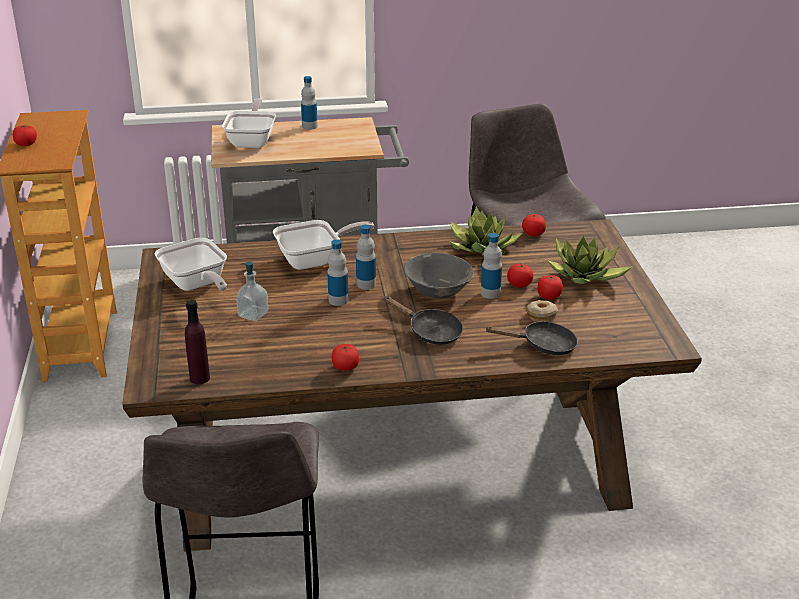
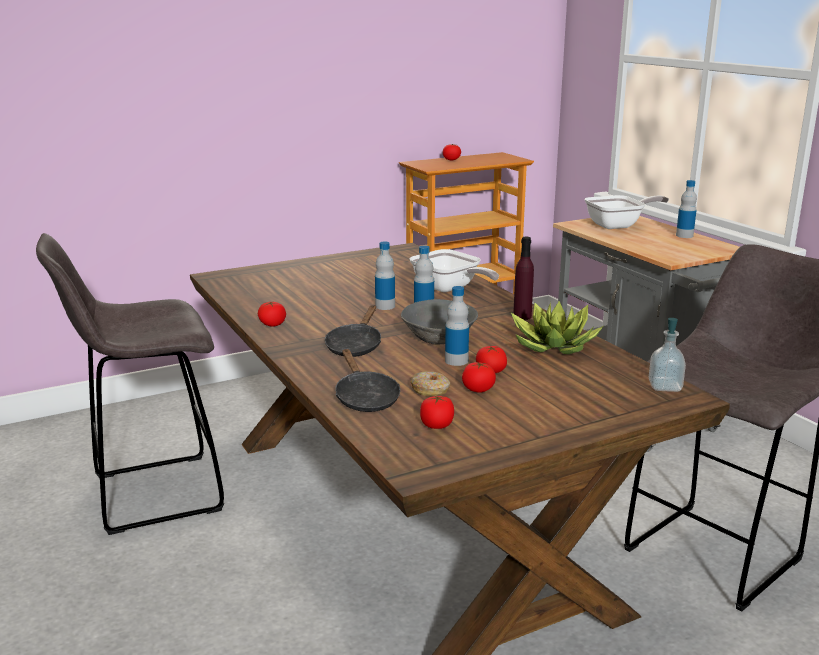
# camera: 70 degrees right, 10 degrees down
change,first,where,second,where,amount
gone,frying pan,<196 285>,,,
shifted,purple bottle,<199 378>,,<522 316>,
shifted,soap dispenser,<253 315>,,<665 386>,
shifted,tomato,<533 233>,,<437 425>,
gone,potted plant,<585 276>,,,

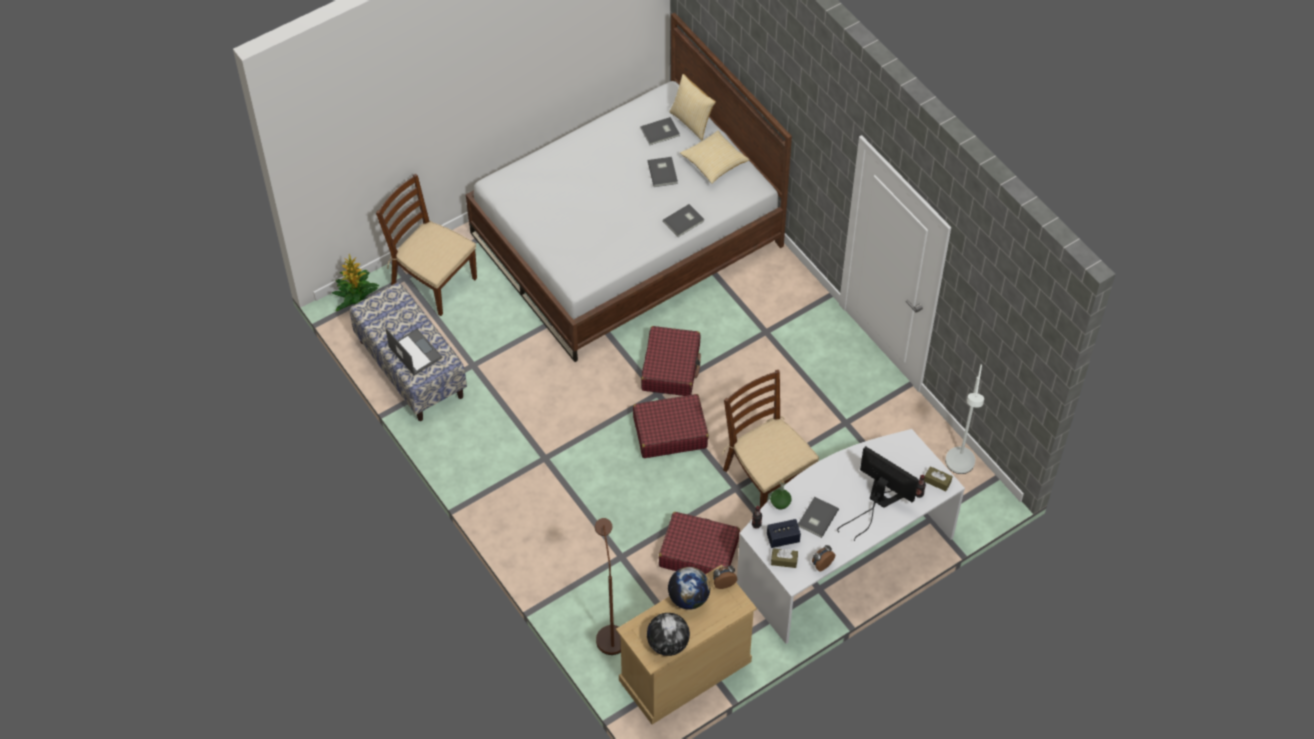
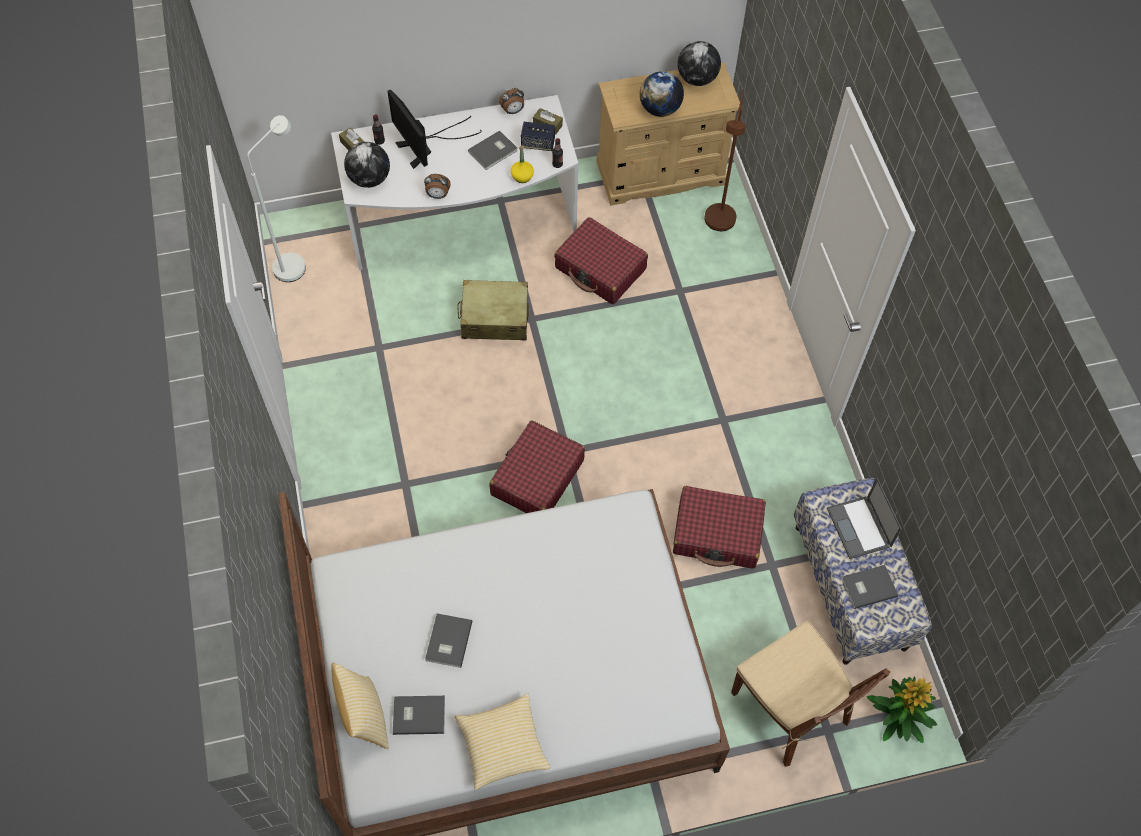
# camera: 160 degrees left, 5 degrees up
change,first,where,second,where,amount
shifted,red suitcase,<669 432>,,<717 533>,
shifted,grey book,<684 221>,,<867 586>,
shifted,pillow,<714 163>,,<502 746>,
shifted,alarm clock,<723 582>,,<438 195>,
swapped,brown chair,<766 478>,beige suitcase,<494 318>,
repainted,green bottle,<780 502>,yellow bottle,<522 176>,
new,,,globe,<369 179>,

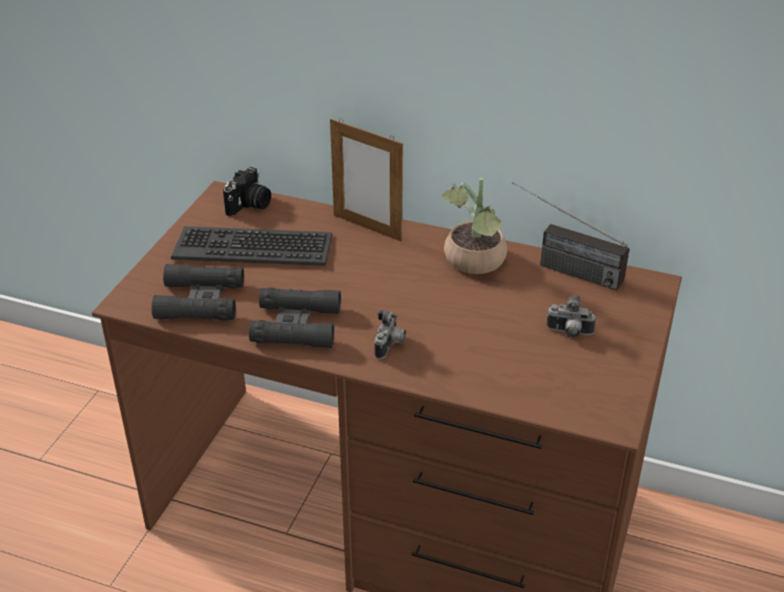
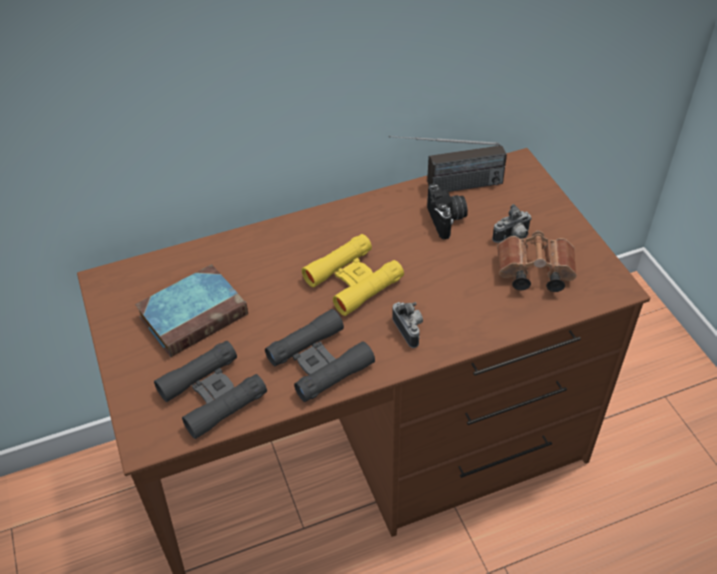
# camera: 40 degrees left, 10 degrees up
change,first,where,second,where,amount
swapped,keyboard,<253 247>,book,<195 314>,
shifted,photo camera,<250 205>,,<447 220>,
gone,picture frame,<367 228>,,,
gone,potted plant,<473 264>,,,
new,,,yellow binoculars,<353 280>,
new,,,brown binoculars,<532 273>,

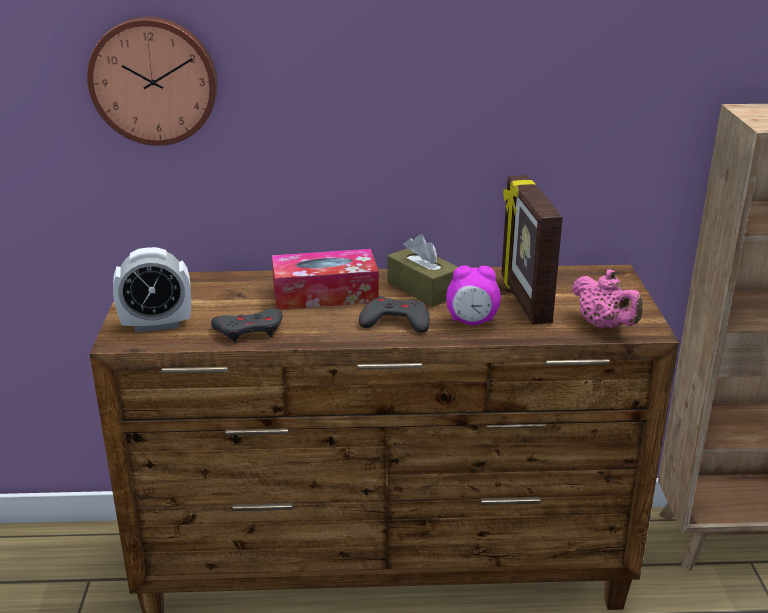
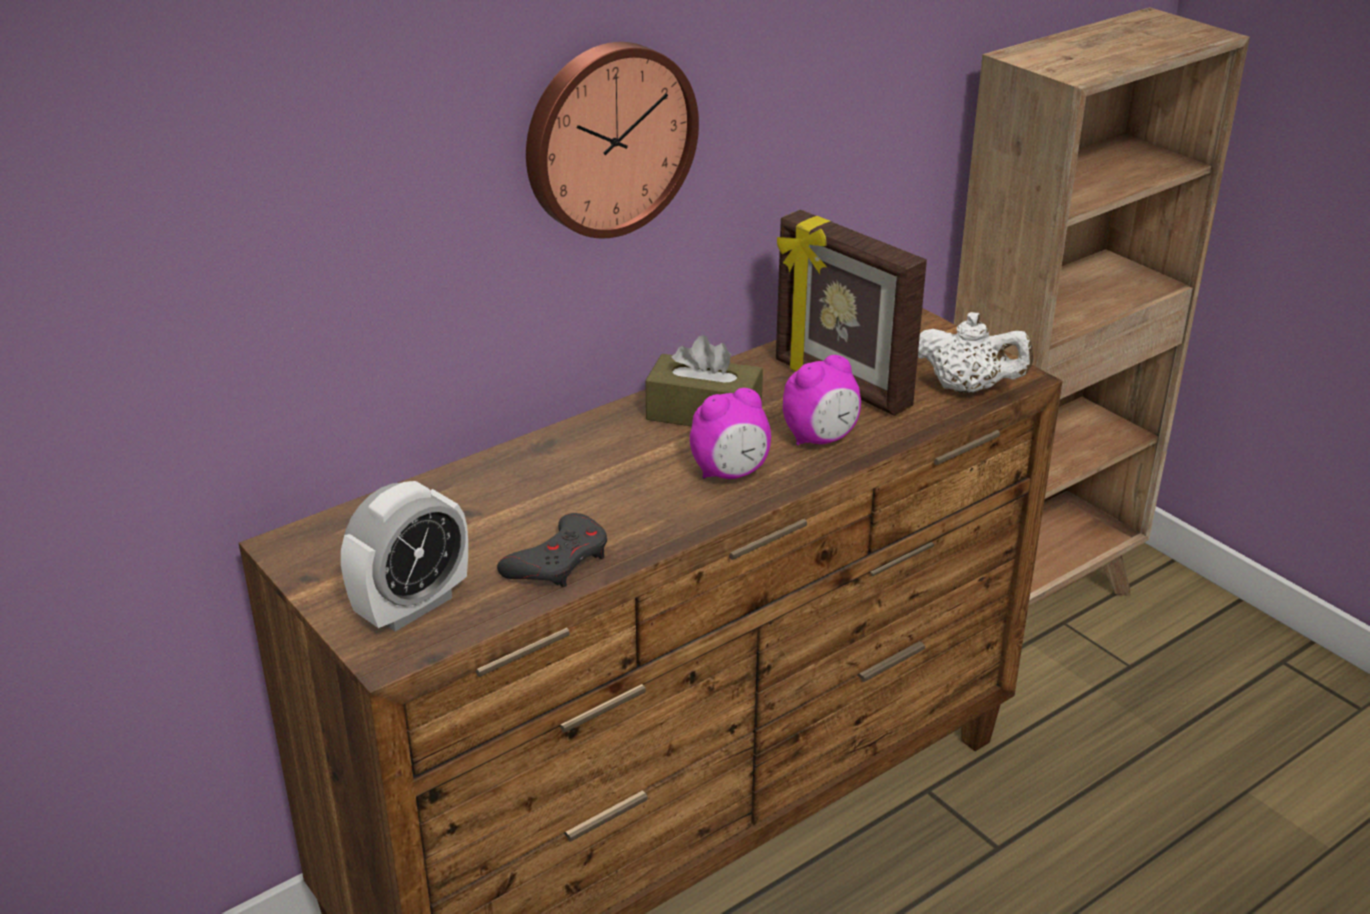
# camera: 35 degrees left, 5 degrees up
change,first,where,second,where,amount
shifted,wall clock,<154 80>,,<607 138>,
gone,tissue box,<325 294>,,,
swapped,grey game controller,<395 321>,alarm clock,<730 473>,
repainted,pink teapot,<604 326>,white teapot,<967 388>,

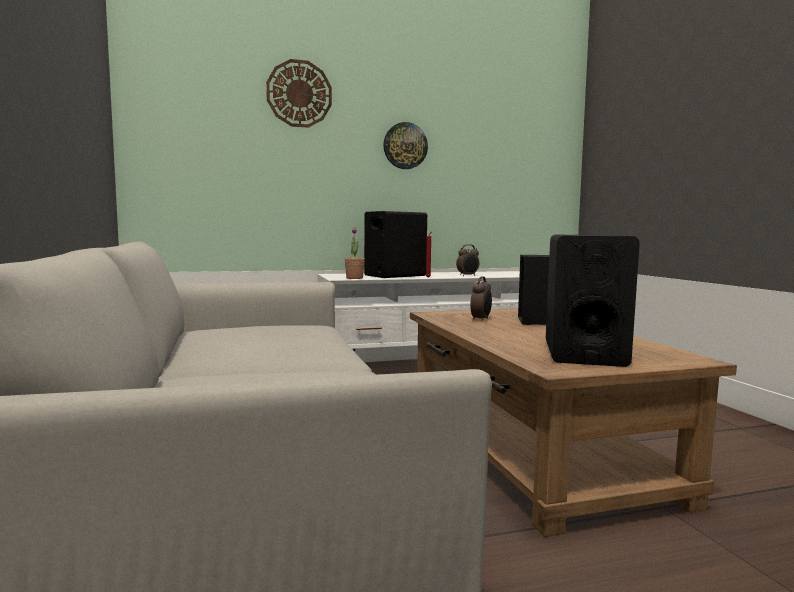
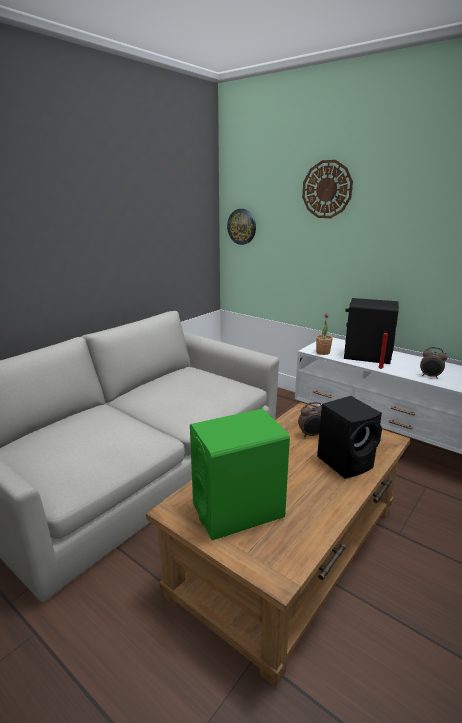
# camera: 55 degrees right, 15 degrees up
change,first,where,second,where,amount
shifted,wall clock,<405 146>,,<242 226>,
repainted,black speaker,<584 353>,green speaker,<238 510>,

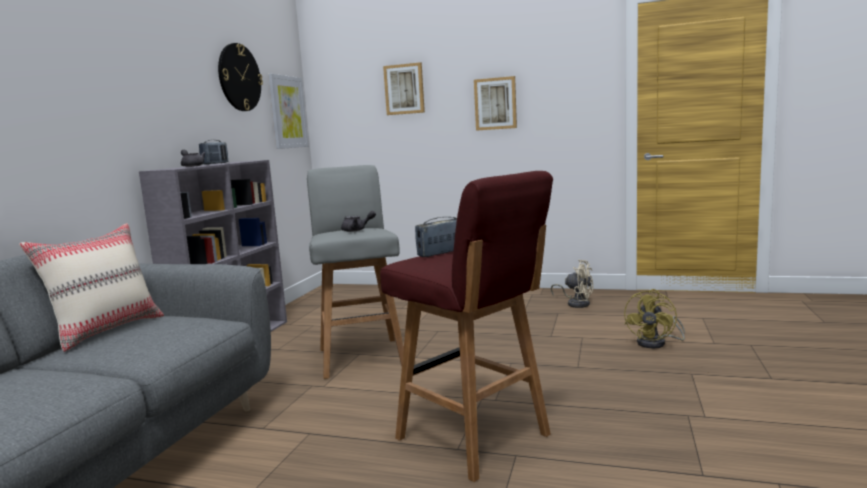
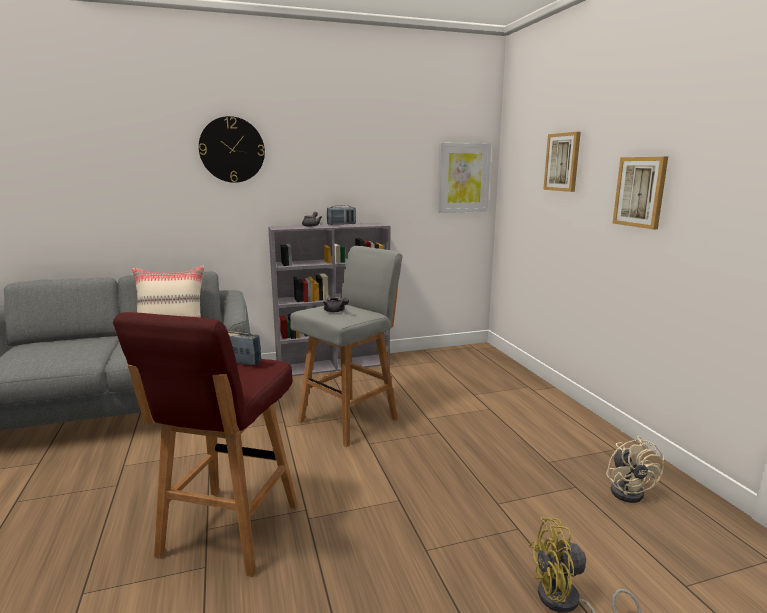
# camera: 55 degrees right, 5 degrees up
change,first,where,second,where,amount
shifted,wall clock,<239 77>,,<232 150>,

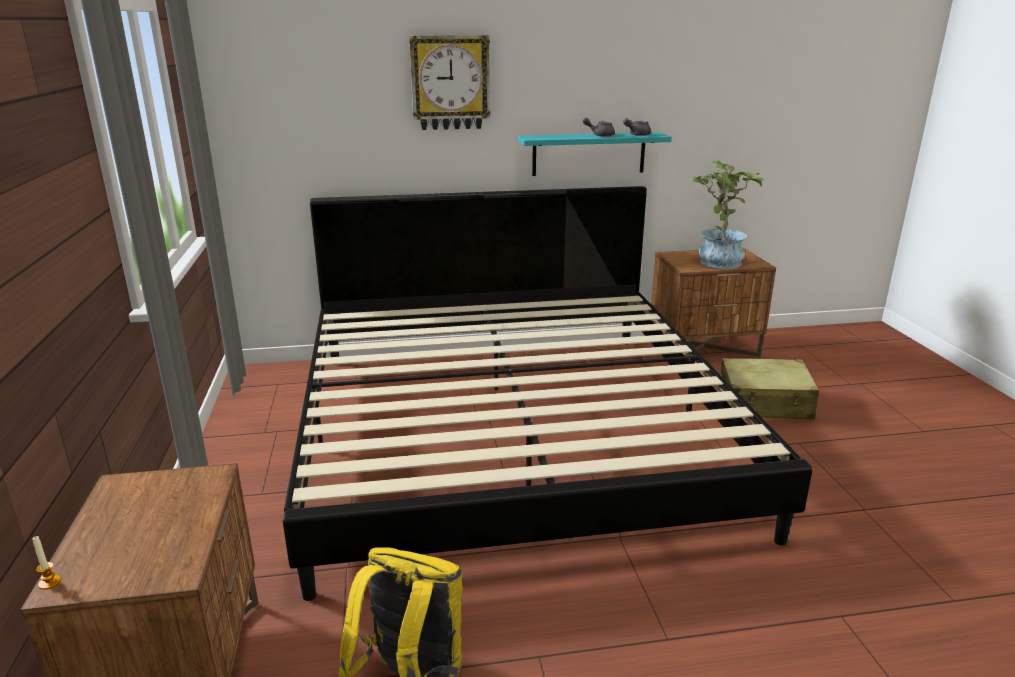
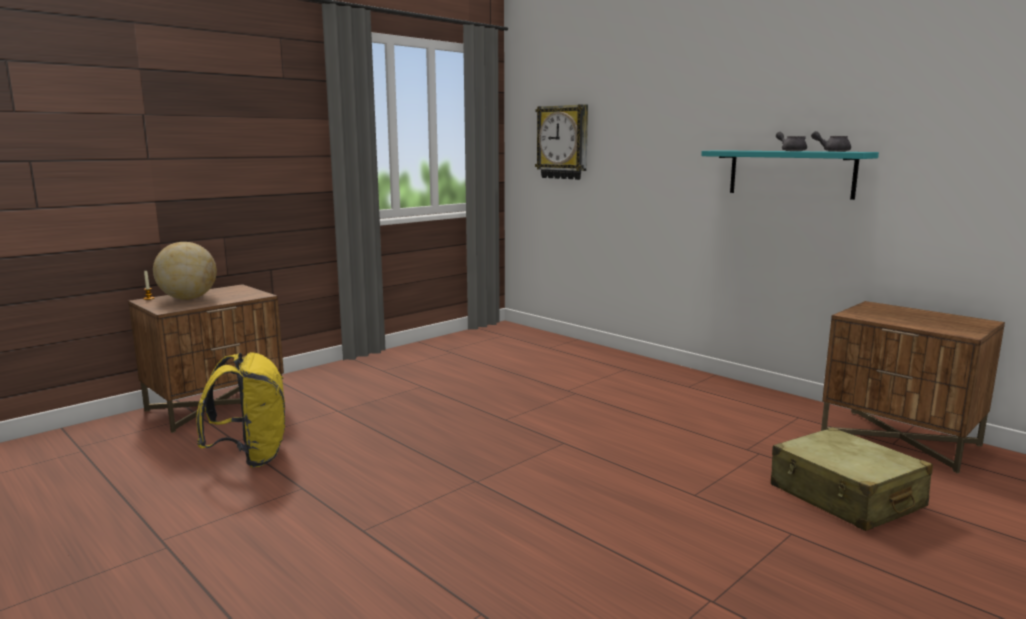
# camera: 55 degrees right, 10 degrees down
change,first,where,second,where,amount
gone,bed,<512 433>,,,
shifted,wall clock,<450 83>,,<563 142>,
gone,potted plant,<717 260>,,,
new,,,globe,<188 298>,

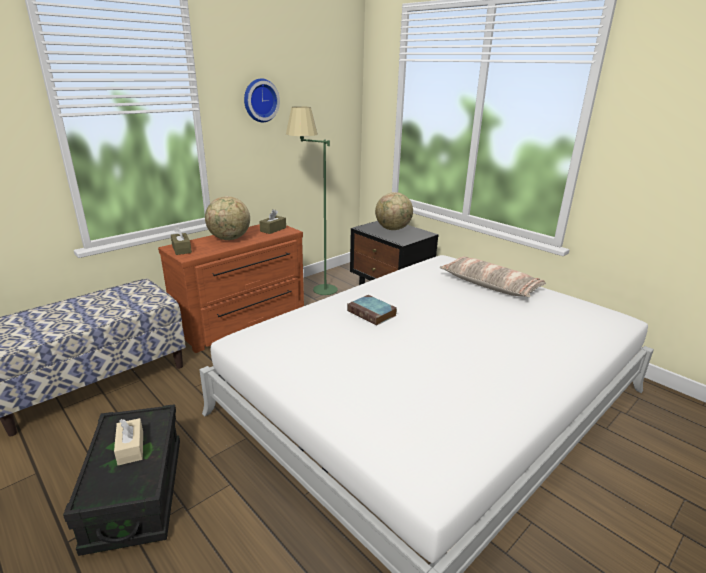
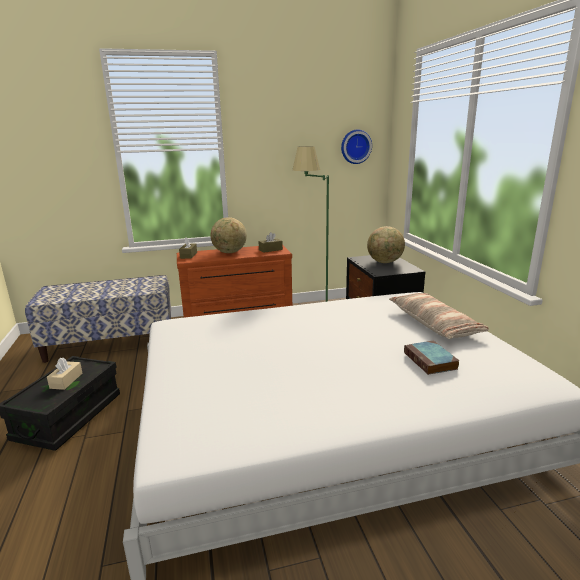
# camera: 30 degrees right, 5 degrees down
change,first,where,second,where,amount
shifted,wall clock,<260 100>,,<355 146>,
shifted,book,<372 313>,,<431 361>,

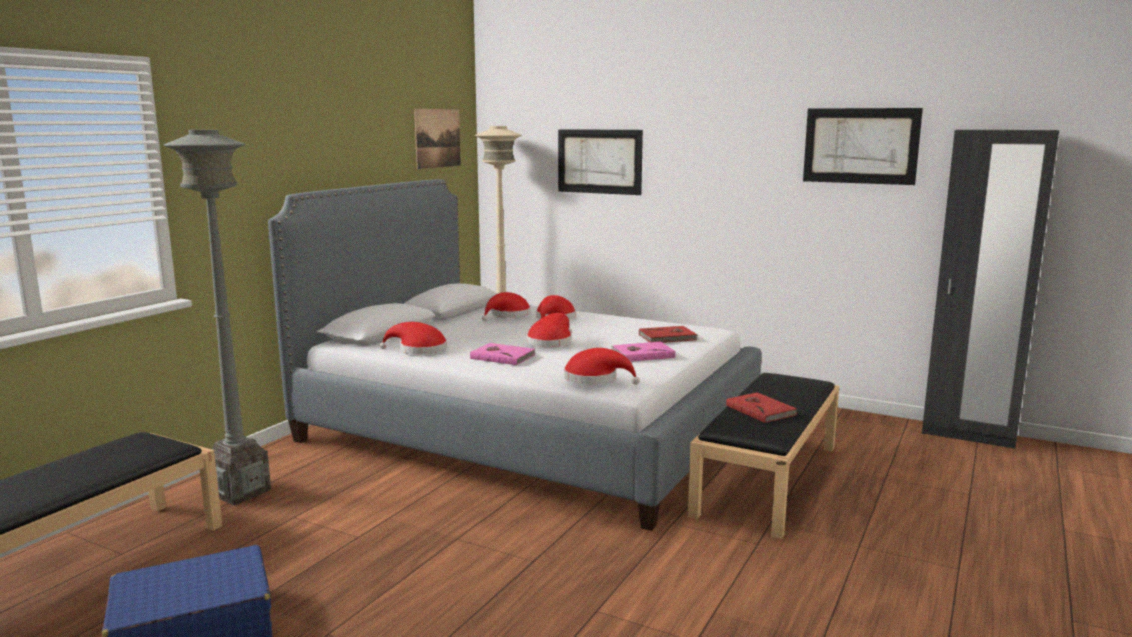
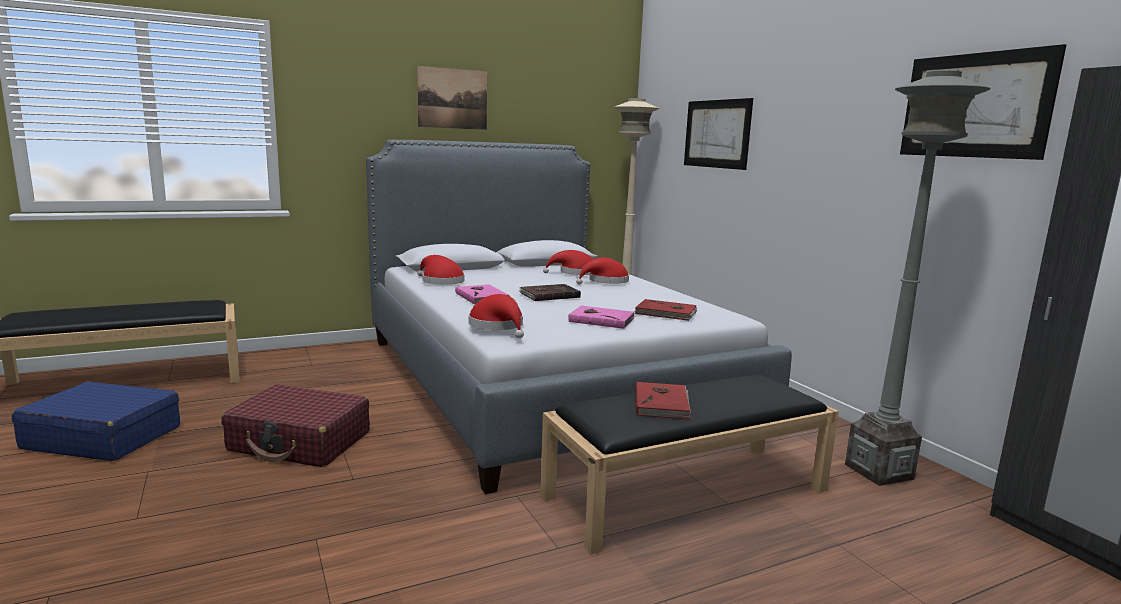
# camera: 35 degrees right, 0 degrees up
change,first,where,second,where,amount
shifted,grey floor lamp,<240 492>,,<879 471>,
shifted,picture,<437 138>,,<452 98>,
swapped,red hat,<551 342>,brown book,<549 295>,
new,,,red suitcase,<300 442>,

